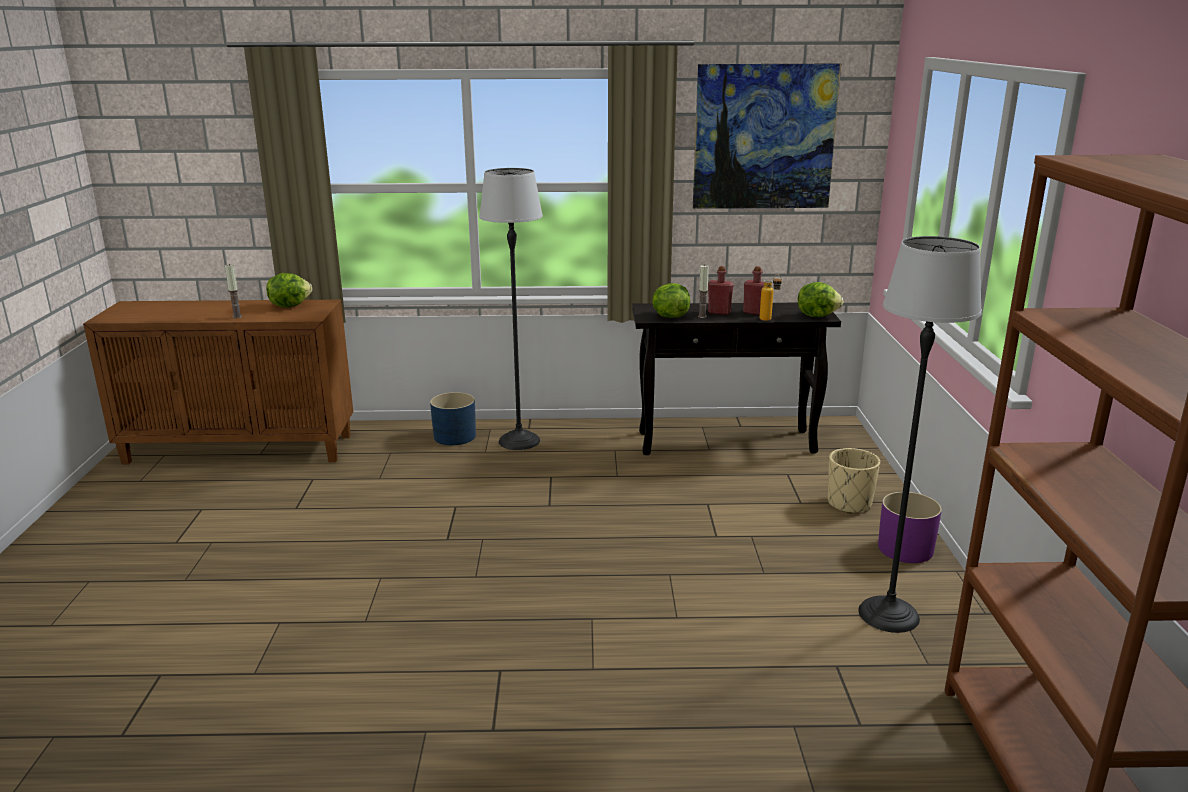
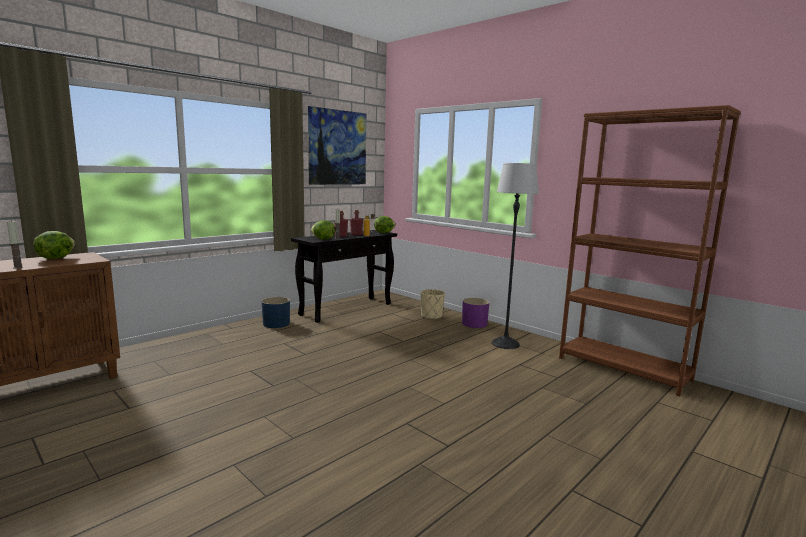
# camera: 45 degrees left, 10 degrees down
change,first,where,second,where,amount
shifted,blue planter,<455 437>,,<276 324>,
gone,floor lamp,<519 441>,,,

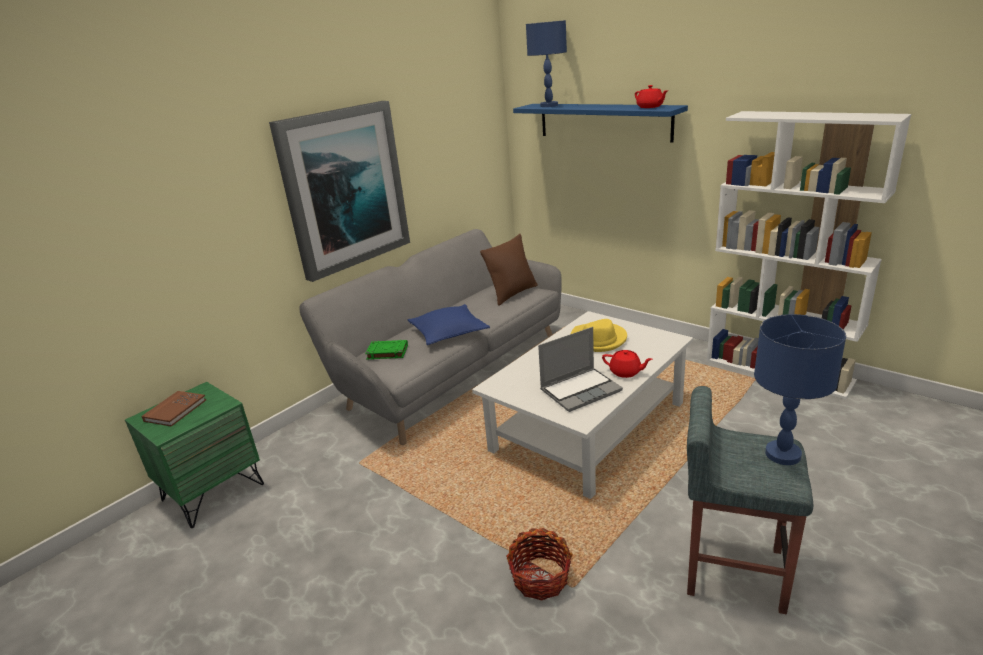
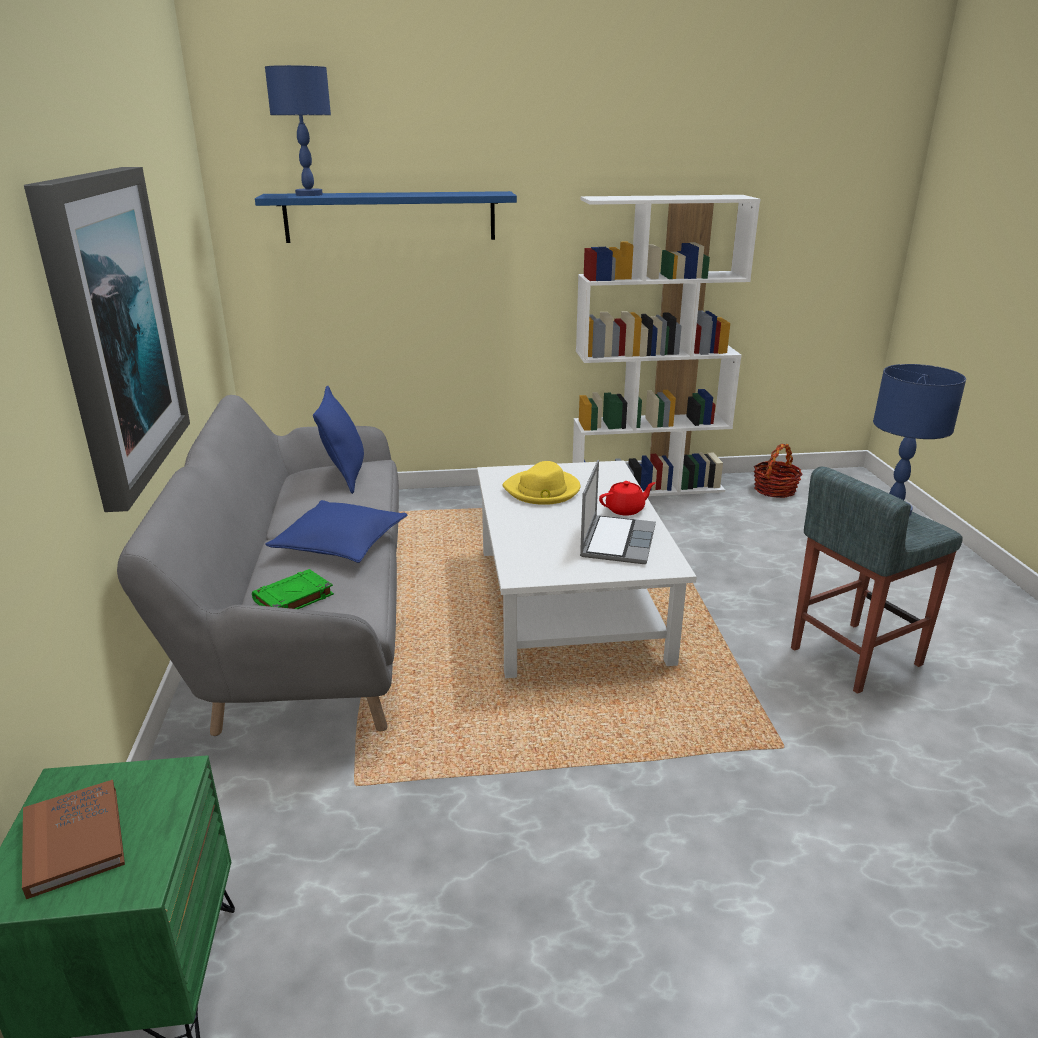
# camera: 50 degrees left, 0 degrees up
change,first,where,second,where,amount
repainted,brown pillow,<512 293>,blue pillow,<345 475>,
shifted,basket,<540 578>,,<774 490>,
gone,red teapot,<650 107>,,,

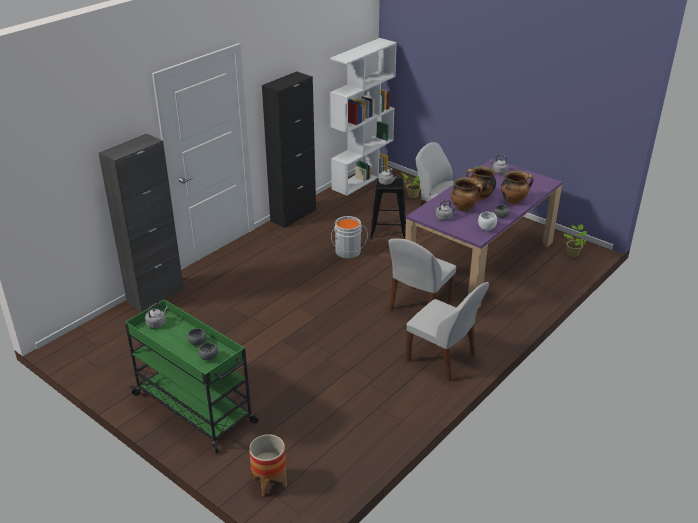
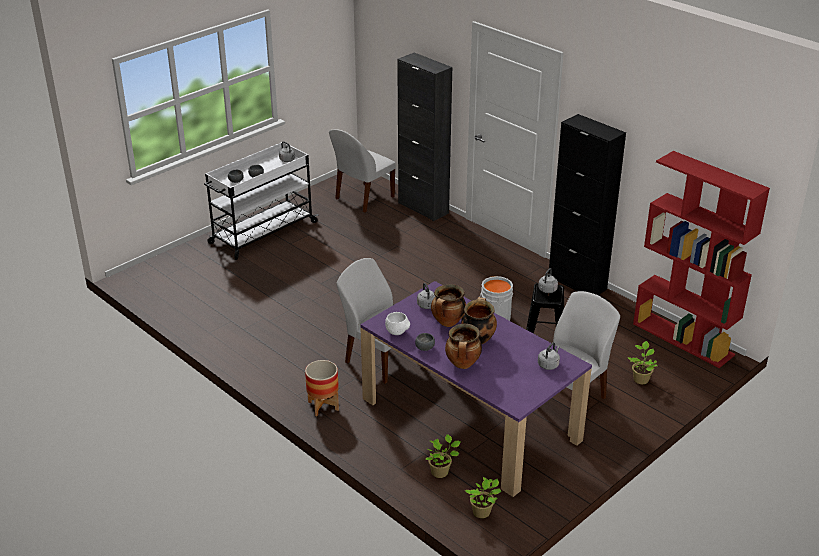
# camera: 95 degrees right, 0 degrees up
change,first,where,second,where,amount
repainted,green cart,<195 409>,white cart,<262 233>,
shifted,planter,<269 482>,,<323 406>,
repainted,white bookcase,<362 179>,red bookcase,<683 339>,
shifted,white chair,<442 359>,,<363 198>,
new,,,potted plant,<441 472>,

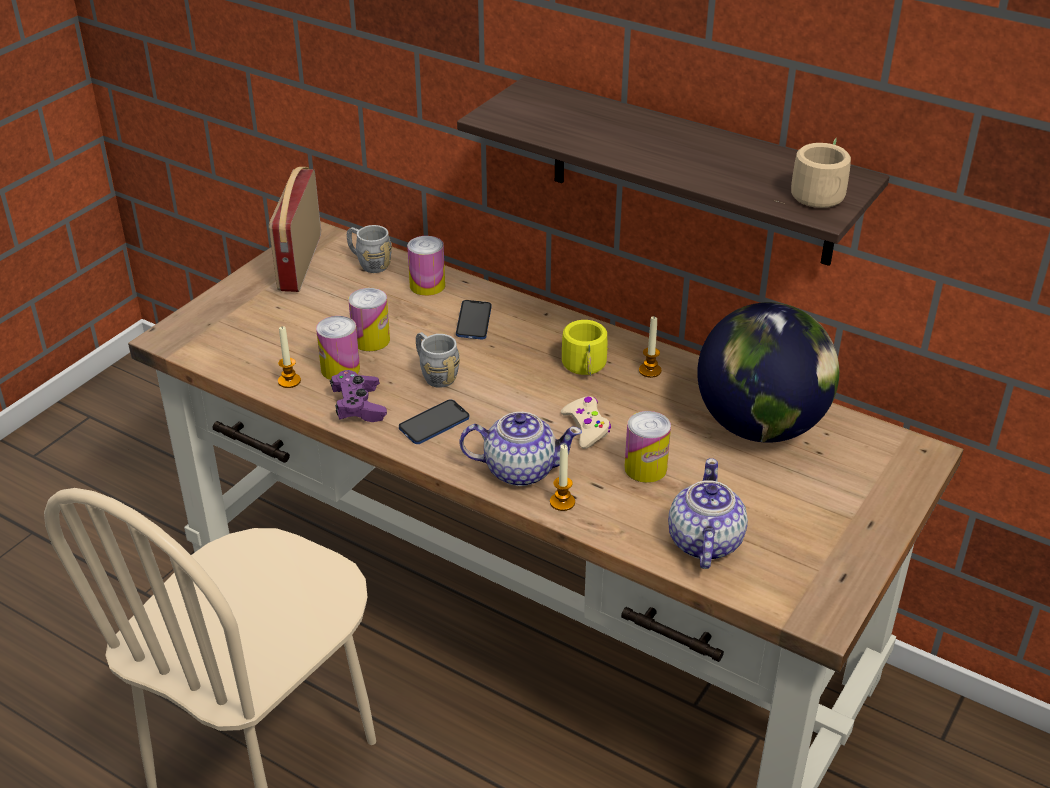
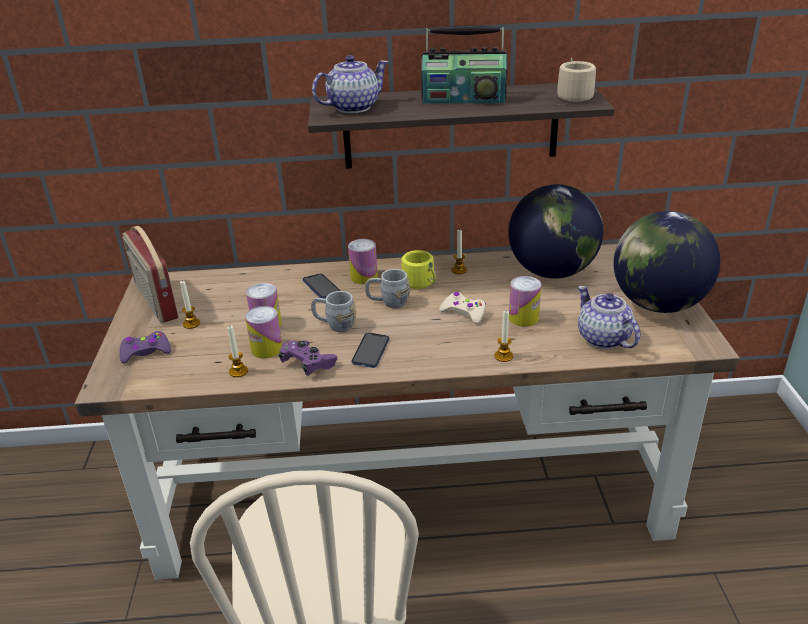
# camera: 35 degrees left, 5 degrees down
change,first,where,second,where,amount
shifted,grey mug,<369 263>,,<388 302>,
shifted,can,<427 285>,,<364 277>,
shifted,teapot,<519 469>,,<352 107>,
new,,,purple game controller,<145 352>,
new,,,candle,<191 324>,
new,,,radio,<464 98>,
new,,,globe,<658 305>,

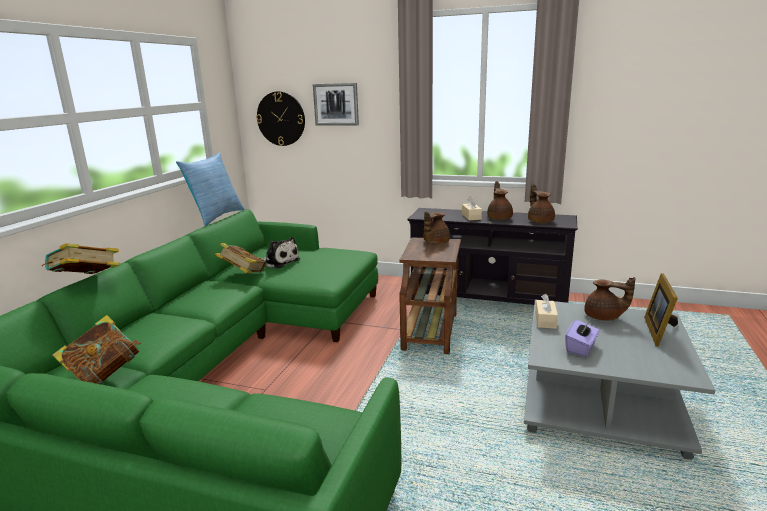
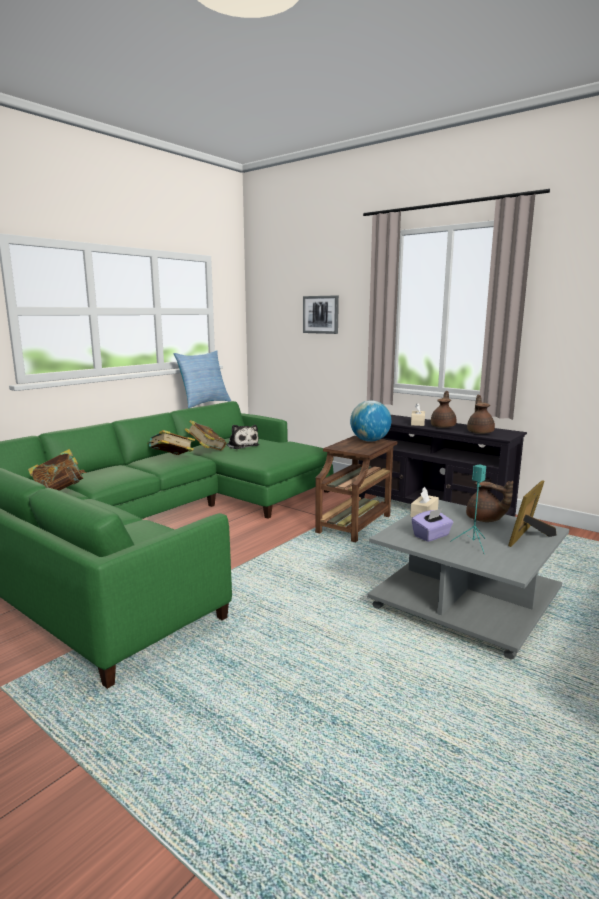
# camera: 20 degrees right, 5 degrees down
change,first,where,second,where,amount
shifted,book,<86 281>,,<171 458>,
gone,wall clock,<281 118>,,,
swapped,brown teapot,<435 242>,globe,<369 441>,
new,,,turquoise speaker,<473 544>,

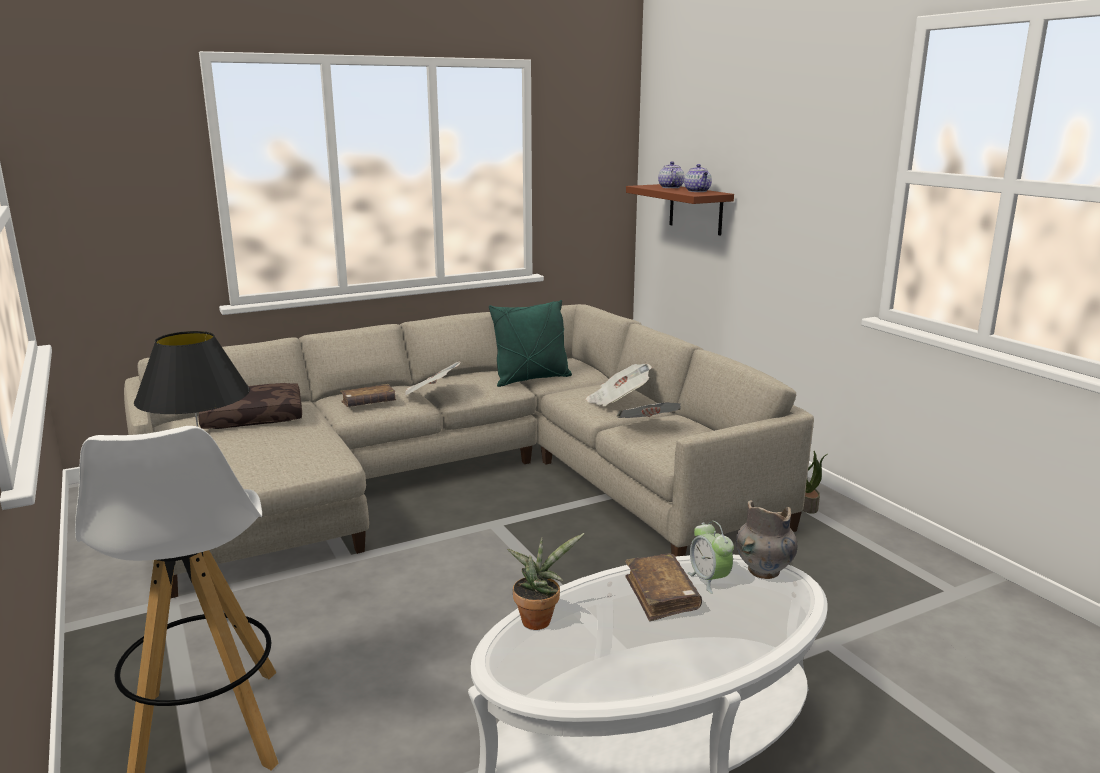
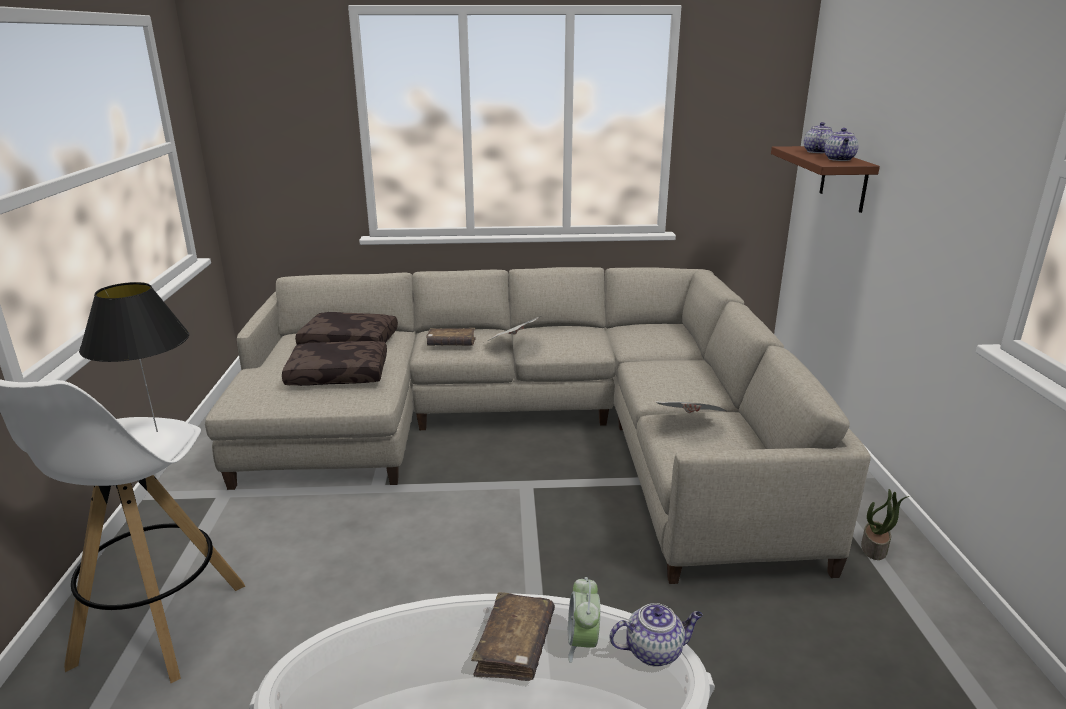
# camera: 25 degrees right, 5 degrees up
change,first,where,second,where,amount
gone,green pillow,<531 379>,,,
gone,potted plant,<539 619>,,,
gone,newspaper,<617 401>,,,
swapped,grey vase,<764 570>,teapot,<655 651>,
new,,,brown pillow,<339 374>,

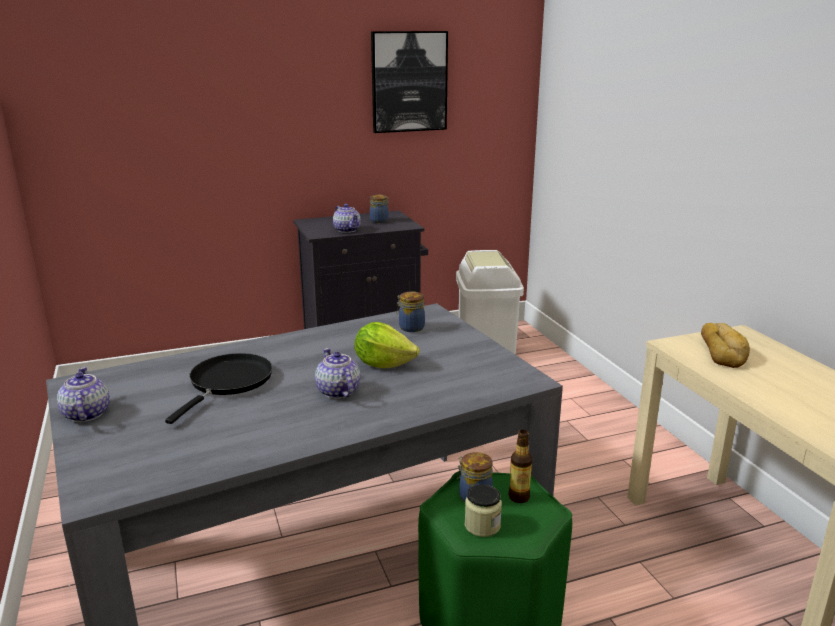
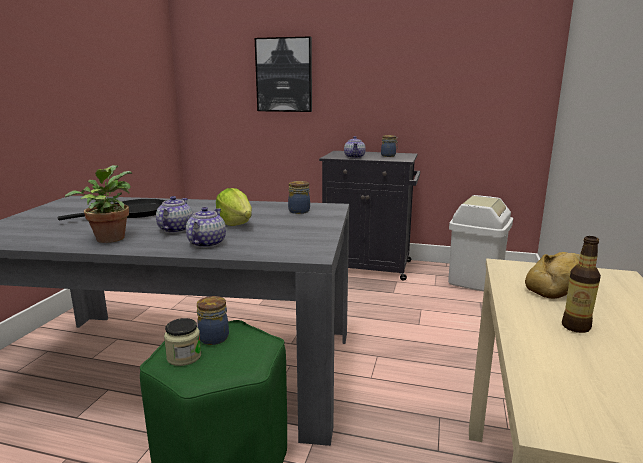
# camera: 35 degrees right, 5 degrees down
change,first,where,second,where,amount
shifted,teapot,<86 414>,,<206 243>,
shifted,picture,<409 82>,,<284 75>,
shifted,bottle,<519 497>,,<576 327>,
new,,,potted plant,<110 237>,

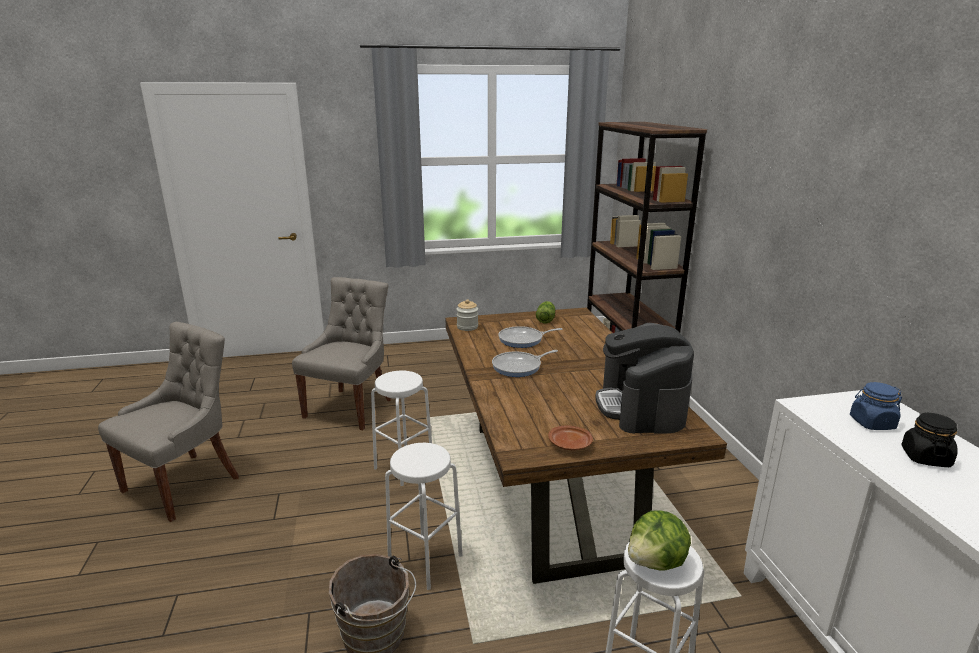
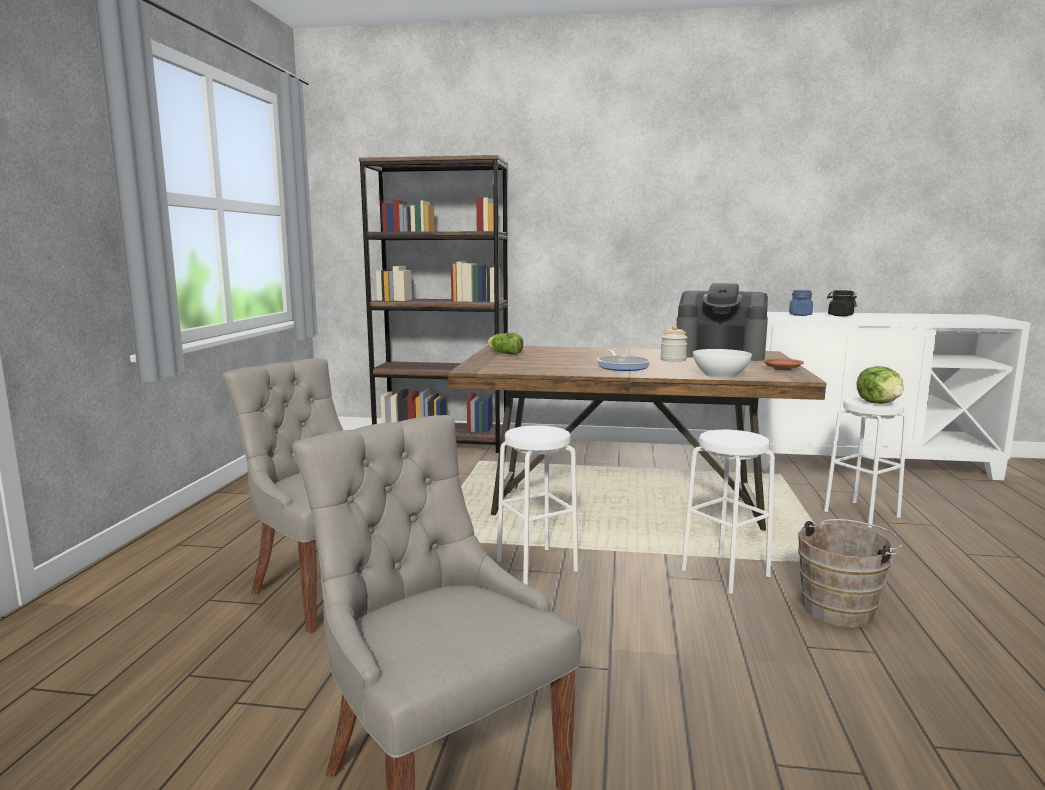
# camera: 70 degrees left, 10 degrees down
change,first,where,second,where,amount
shifted,jar,<467 327>,,<673 360>,
gone,frying pan,<523 340>,,,
new,,,white bowl,<720 375>,

